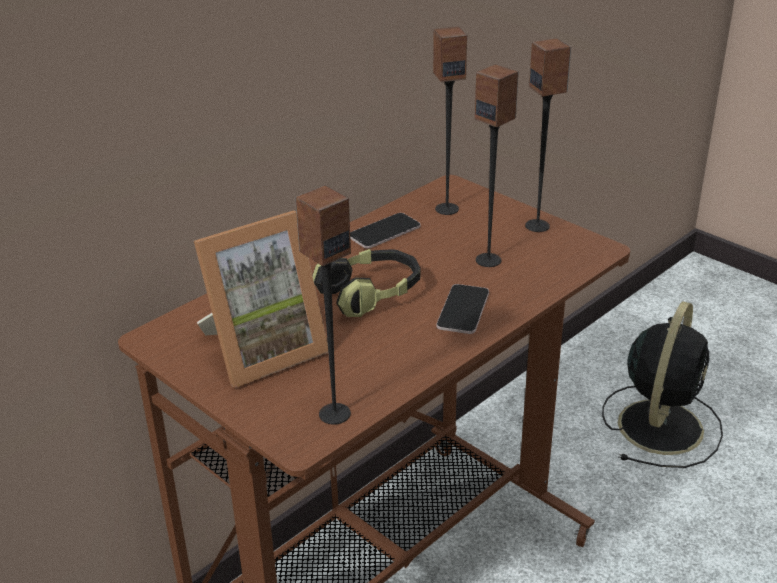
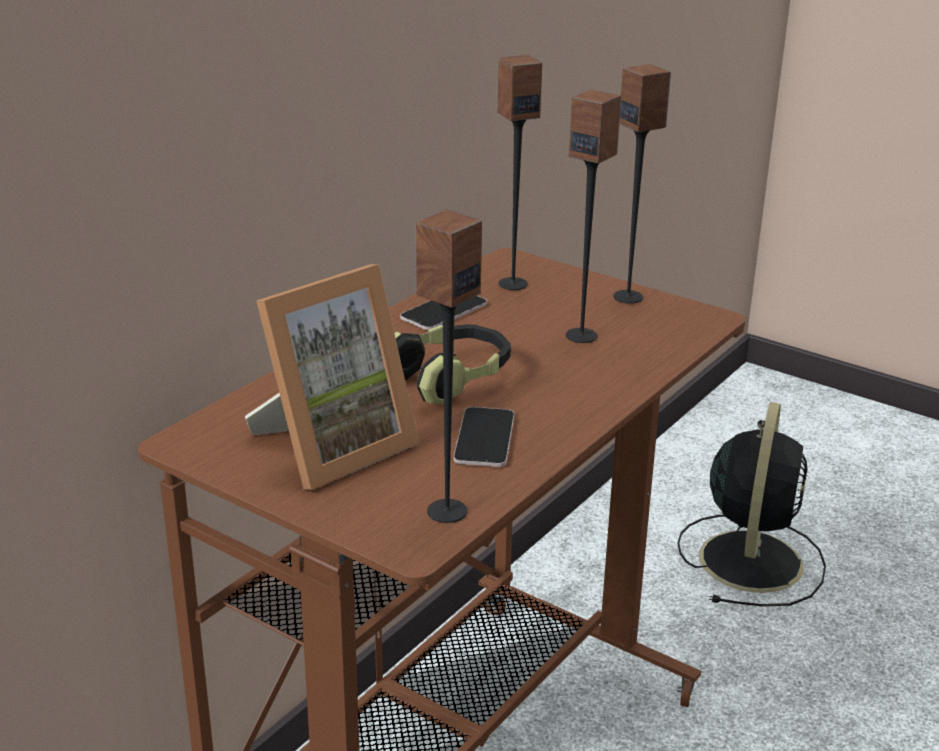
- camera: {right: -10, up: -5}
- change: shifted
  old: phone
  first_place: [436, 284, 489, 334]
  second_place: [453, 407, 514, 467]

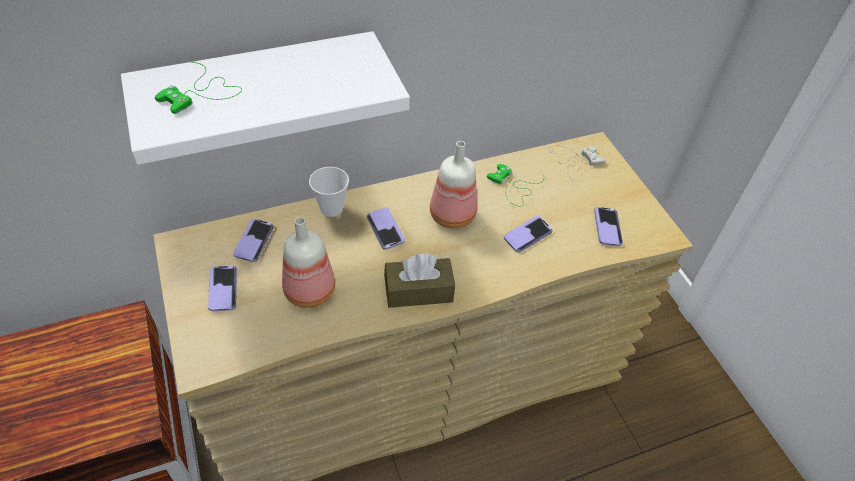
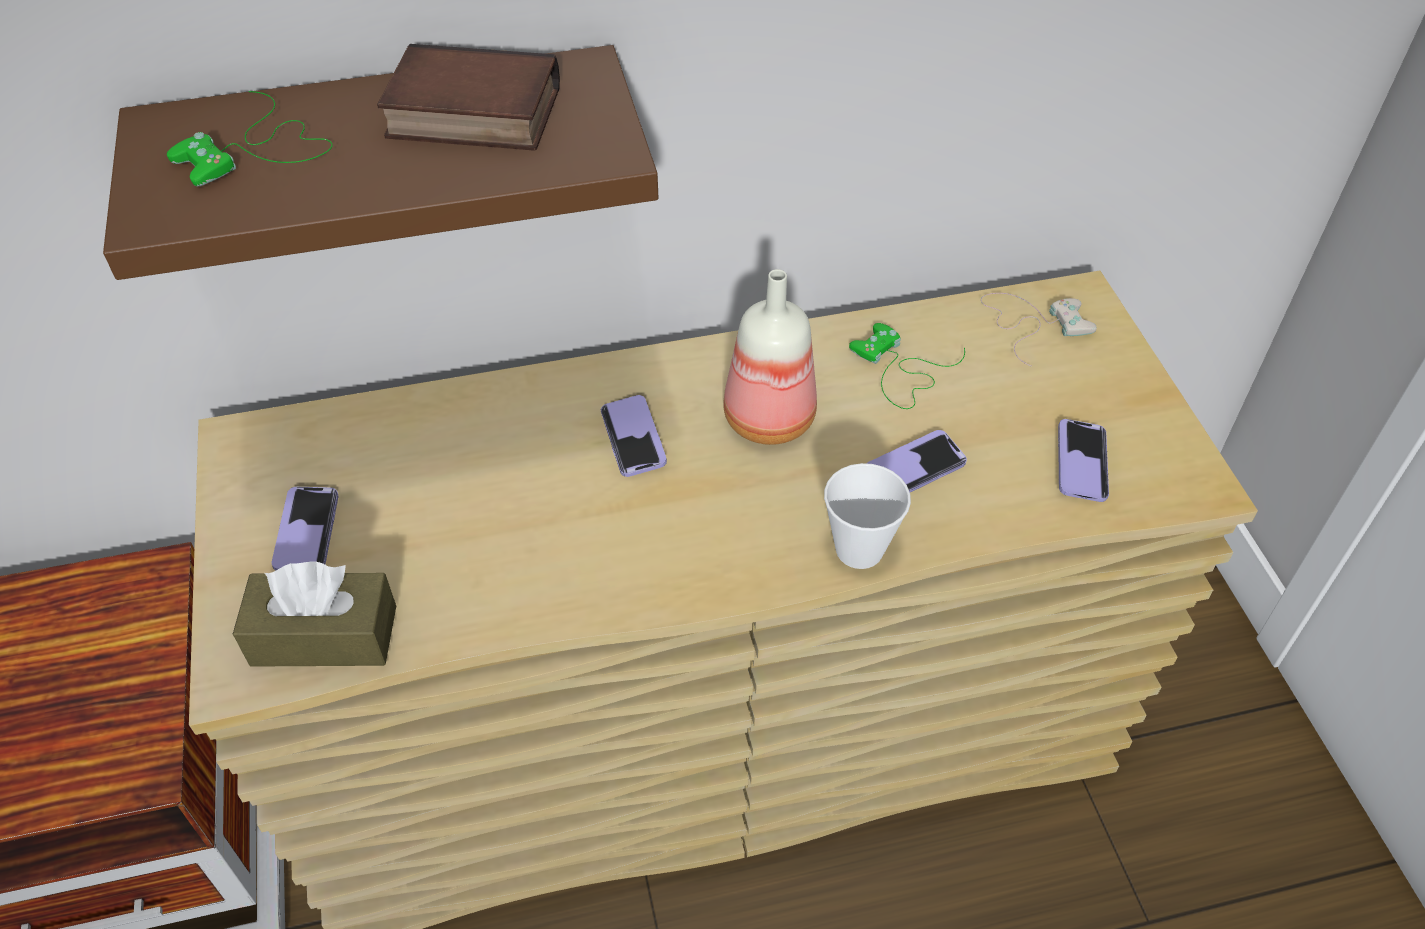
- camera: {right: 10, up: 0}
- change: repainted
  old: shelf (white)
  new: shelf (brown)
  first_place: [121, 31, 410, 165]
  second_place: [103, 45, 658, 280]
- change: gone
  old: phone
  first_place: [233, 219, 274, 262]
- change: gone
  old: bottle
  first_place: [282, 217, 335, 308]
- change: shifted
  old: cup
  first_place: [309, 167, 349, 217]
  second_place: [824, 463, 911, 569]
- change: shifted
  old: tissue box (brown)
  first_place: [384, 253, 455, 308]
  second_place: [233, 562, 396, 667]
- change: new
  new: book
  second_place: [377, 44, 560, 151]

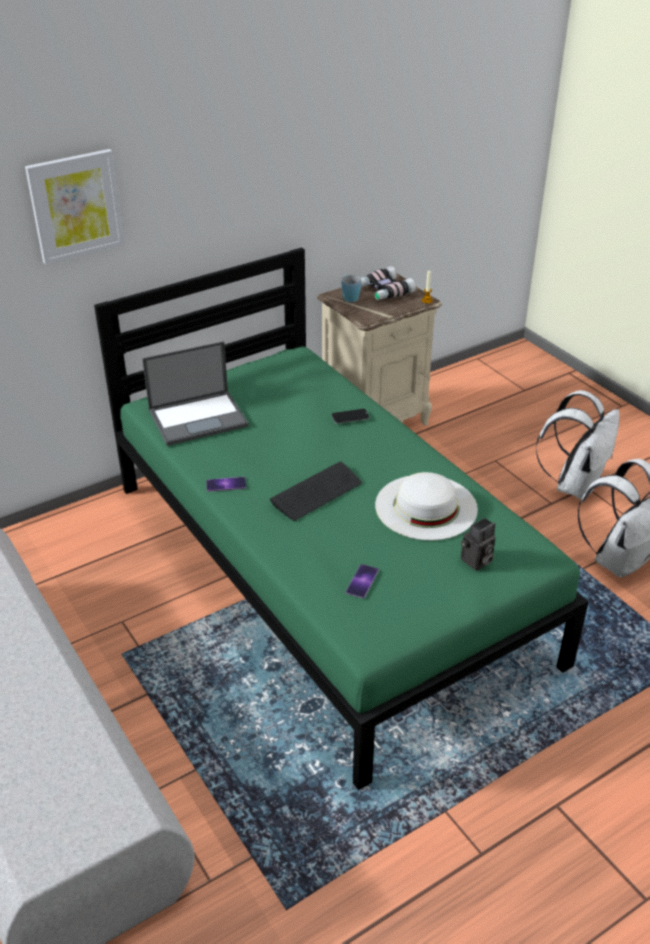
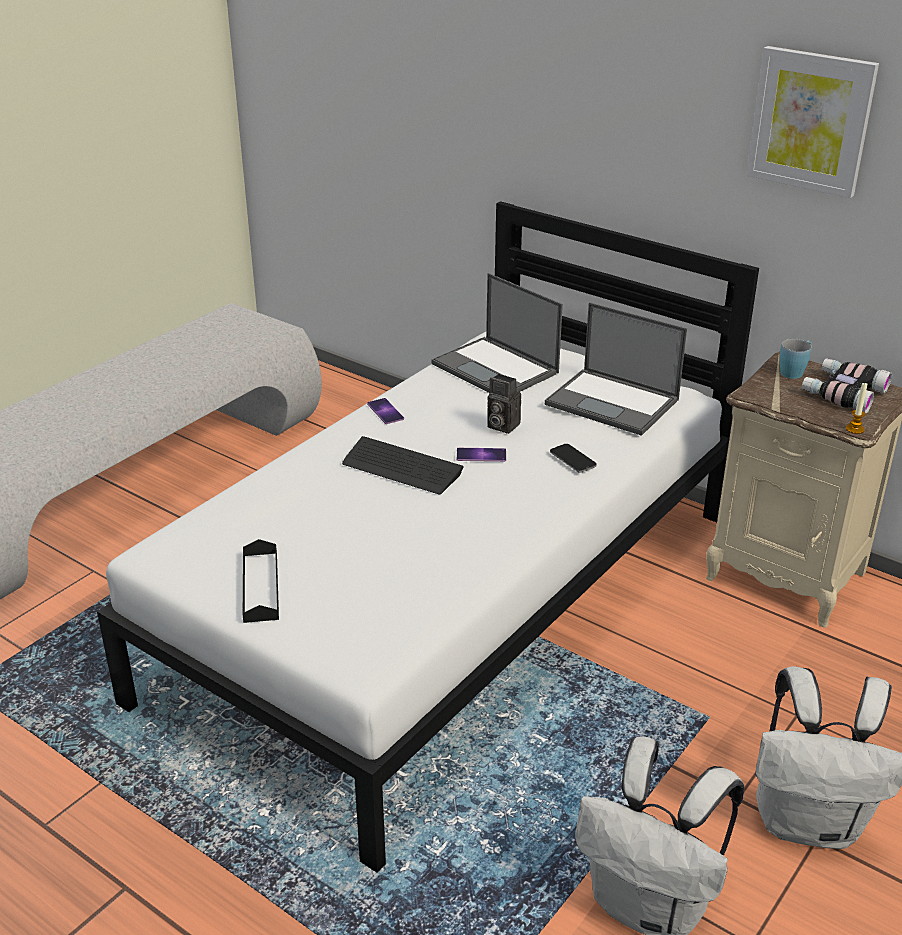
- camera: {right: 70, up: -5}
- change: shifted
  old: picture
  first_place: [25, 149, 125, 265]
  second_place: [746, 46, 879, 198]
- change: repainted
  old: bed (green)
  new: bed (white)
  first_place: [94, 247, 589, 790]
  second_place: [97, 201, 759, 873]
- change: shifted
  old: phone
  first_place: [346, 564, 379, 598]
  second_place: [457, 448, 506, 462]
- change: gone
  old: hat (white)
  first_place: [375, 472, 478, 541]
- change: shifted
  old: photo camera
  first_place: [461, 518, 495, 571]
  second_place: [487, 374, 521, 434]
- change: new
  new: tray (black)
  second_place: [242, 539, 279, 623]
- change: new
  new: laptop
  second_place: [545, 302, 687, 436]

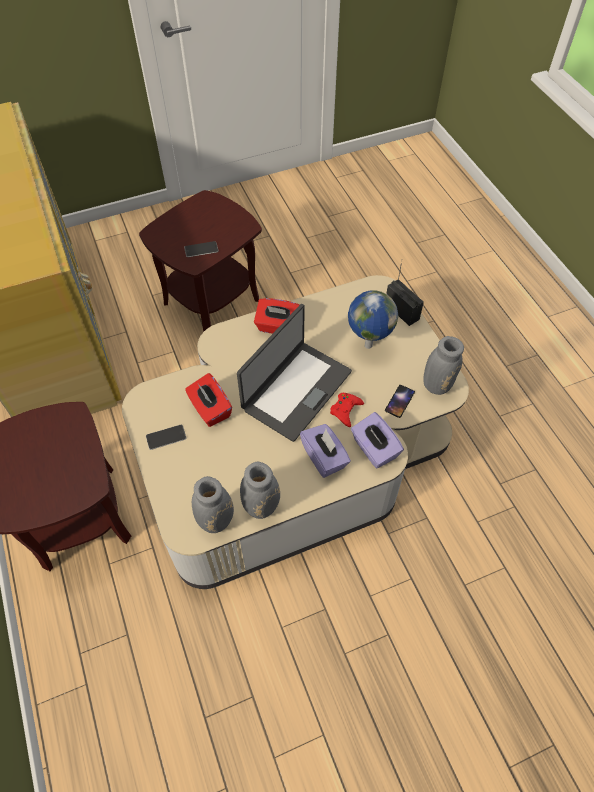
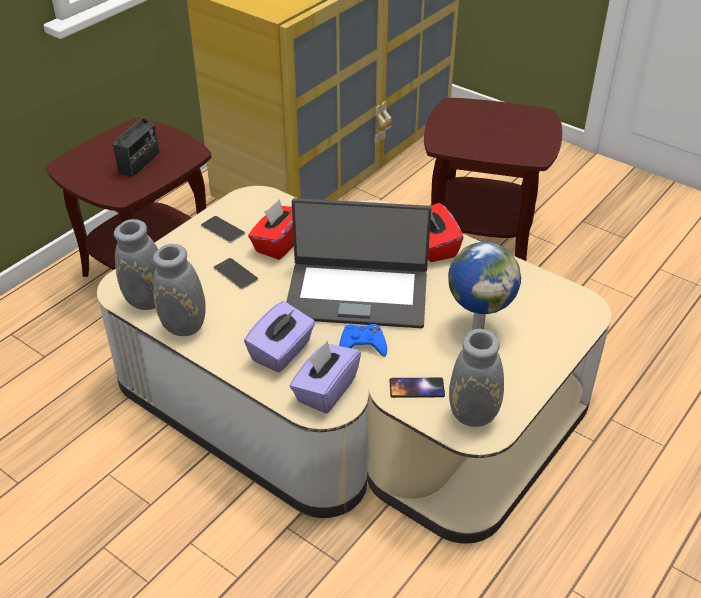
- camera: {right: 60, up: -15}
- change: shifted
  old: phone
  first_place: [184, 241, 218, 257]
  second_place: [213, 258, 259, 289]
- change: repainted
  old: game controller (red)
  new: game controller (blue)
  first_place: [330, 393, 364, 427]
  second_place: [339, 324, 387, 357]
- change: shifted
  old: radio
  first_place: [386, 262, 424, 326]
  second_place: [113, 91, 160, 177]

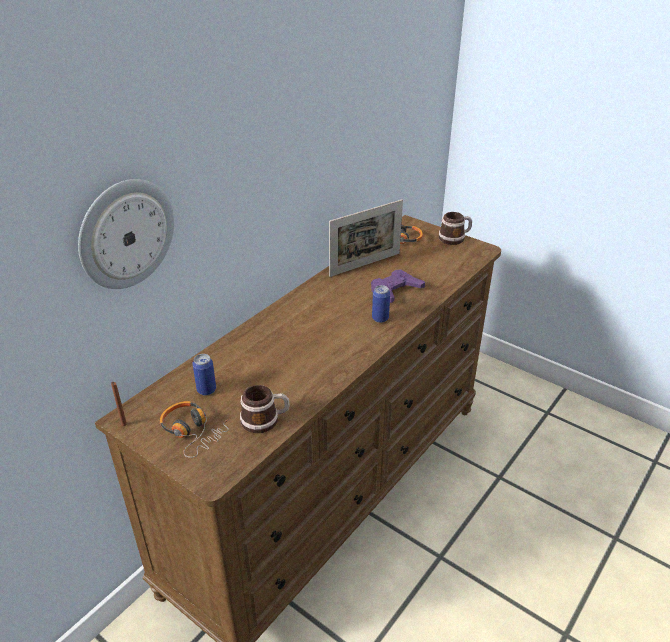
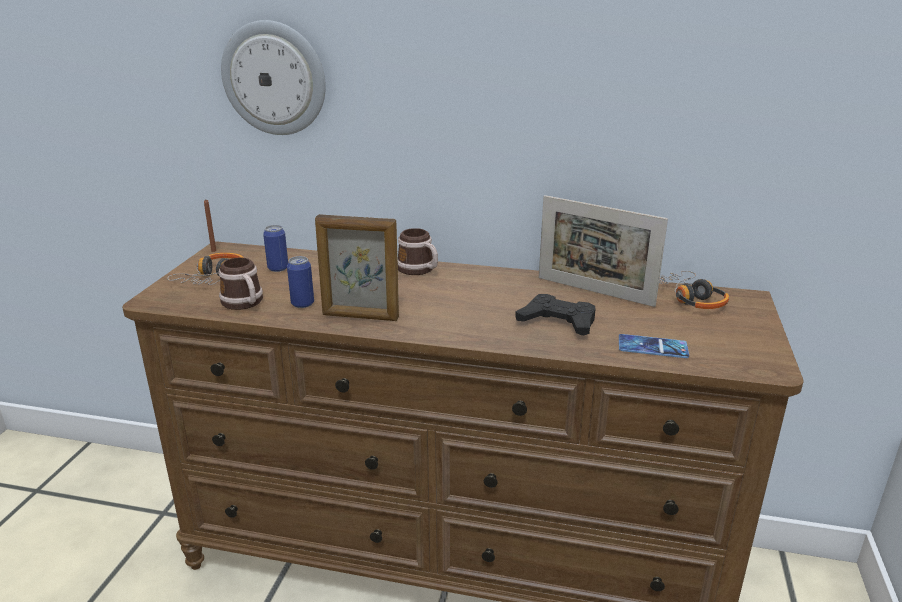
- camera: {right: 65, up: -10}
- change: repainted
  old: game controller (purple)
  new: game controller (black)
  first_place: [371, 269, 425, 303]
  second_place: [515, 294, 595, 336]
- change: shifted
  old: can
  first_place: [372, 285, 390, 323]
  second_place: [287, 256, 314, 308]
- change: shifted
  old: mug
  first_place: [439, 212, 472, 245]
  second_place: [397, 228, 438, 275]
- change: new
  new: picture frame
  second_place: [315, 214, 399, 321]
- change: new
  new: phone
  second_place: [619, 334, 689, 358]

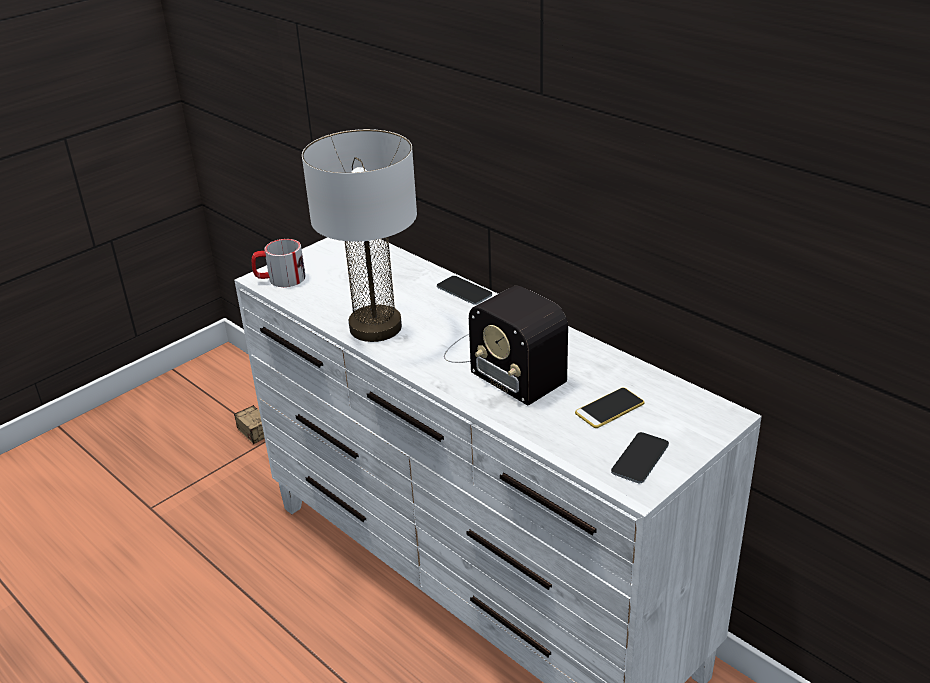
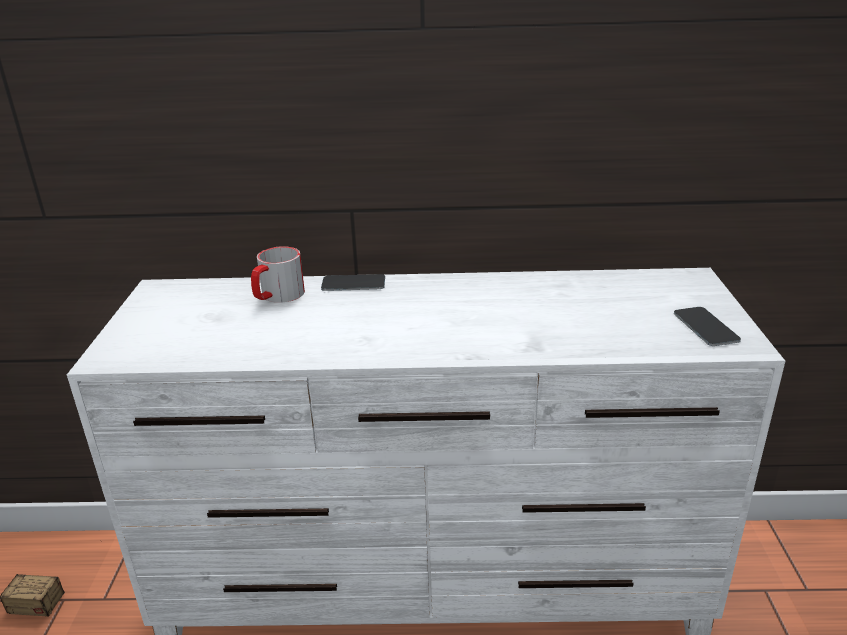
- camera: {right: -45, up: -5}
- change: shifted
  old: mug
  first_place: [252, 239, 305, 287]
  second_place: [251, 246, 305, 303]
- change: gone
  old: table lamp
  first_place: [302, 129, 417, 342]
- change: gone
  old: radio
  first_place: [444, 286, 568, 406]
- change: gone
  old: phone
  first_place: [575, 388, 644, 428]

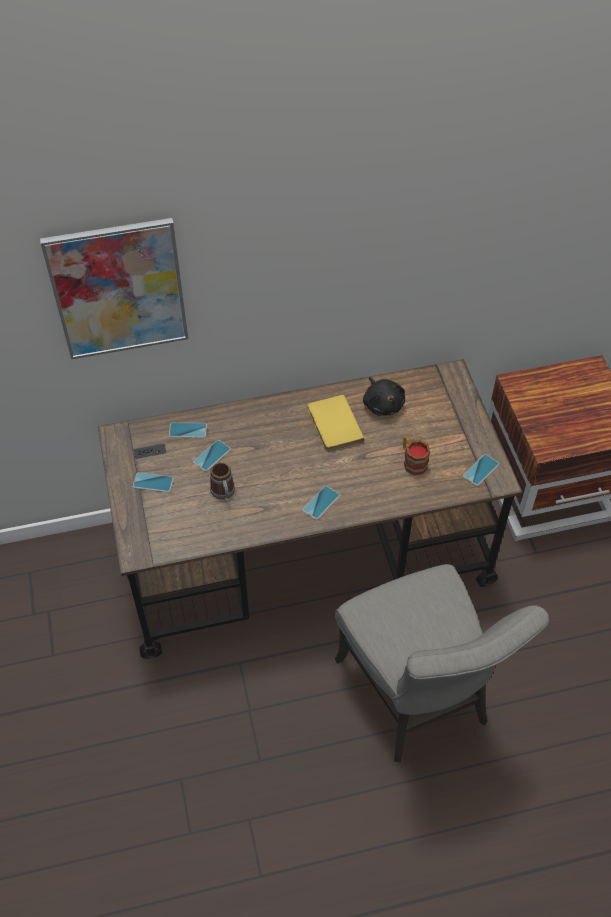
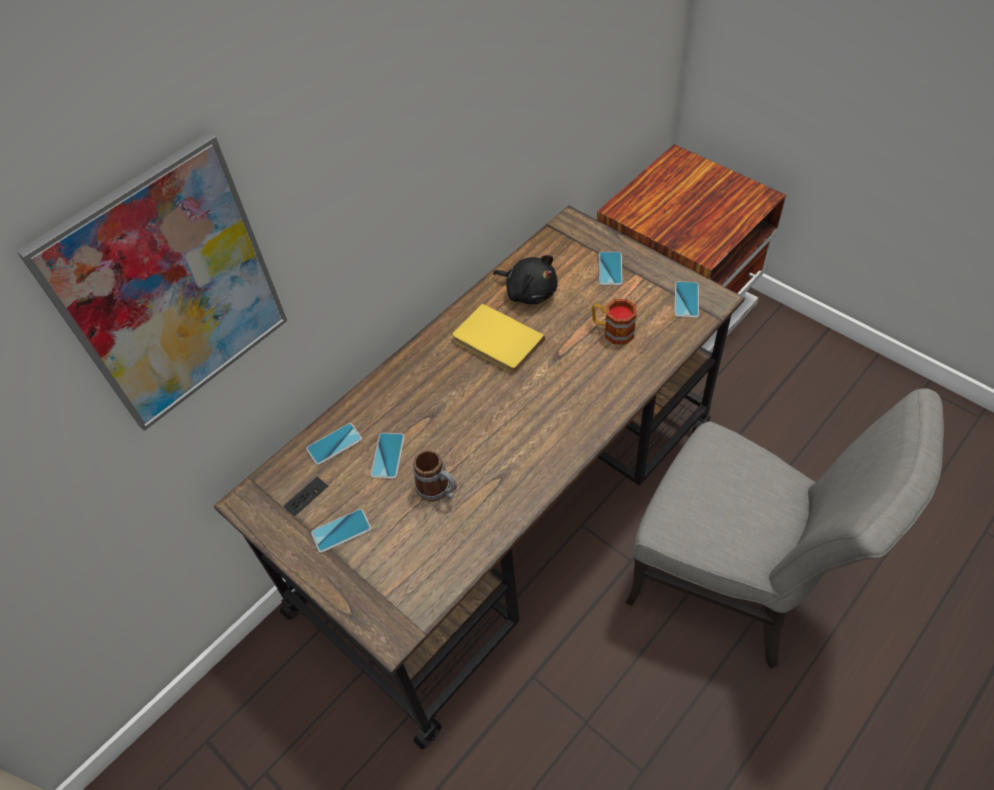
- camera: {right: -30, up: 0}
- change: shifted
  old: phone
  first_place: [302, 486, 340, 520]
  second_place: [599, 252, 623, 285]

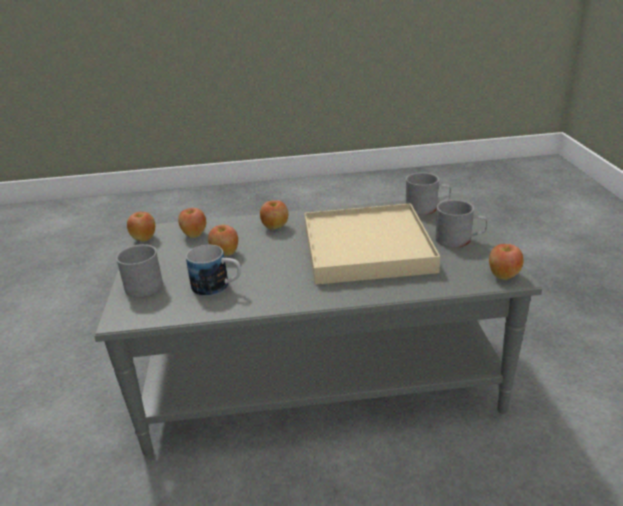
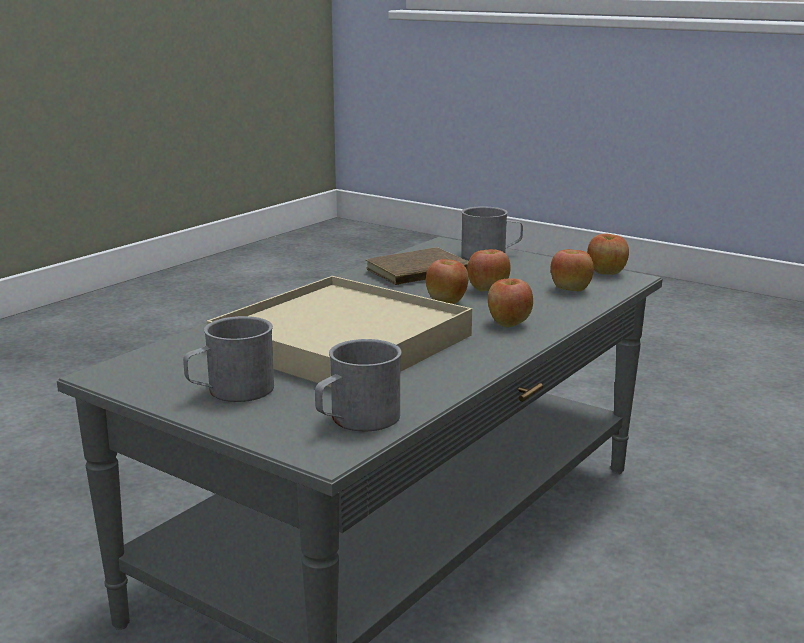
- camera: {right: 130, up: -10}
- change: swapped
  old: mug
  new: book (brown)
  first_place: [186, 245, 241, 297]
  second_place: [366, 247, 469, 285]
- change: shifted
  old: apple
  first_place: [489, 244, 524, 280]
  second_place: [426, 259, 469, 304]

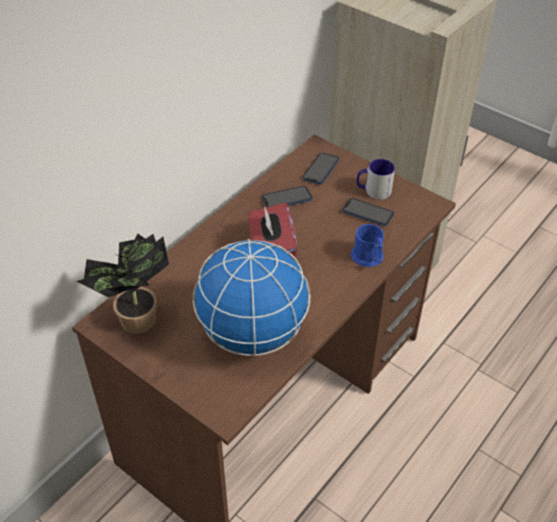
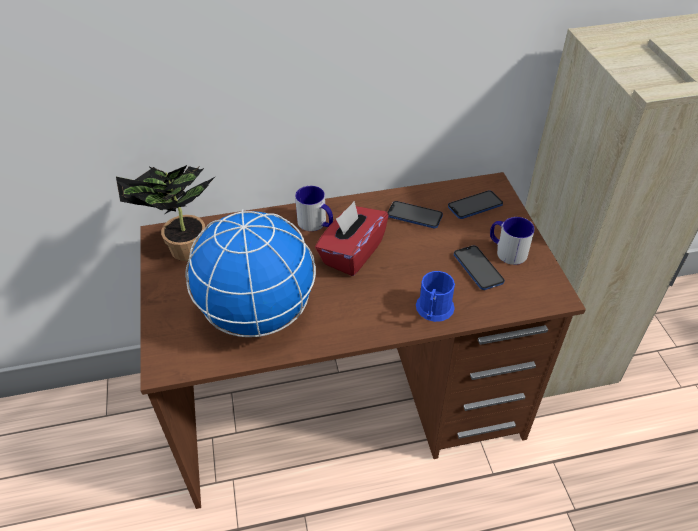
- camera: {right: 40, up: 0}
- change: new
  new: mug
  second_place: [295, 186, 333, 231]

